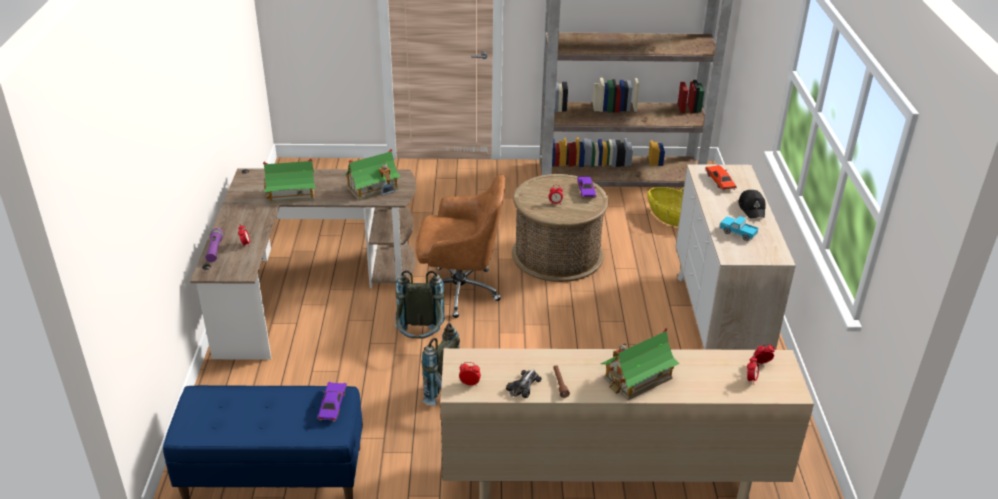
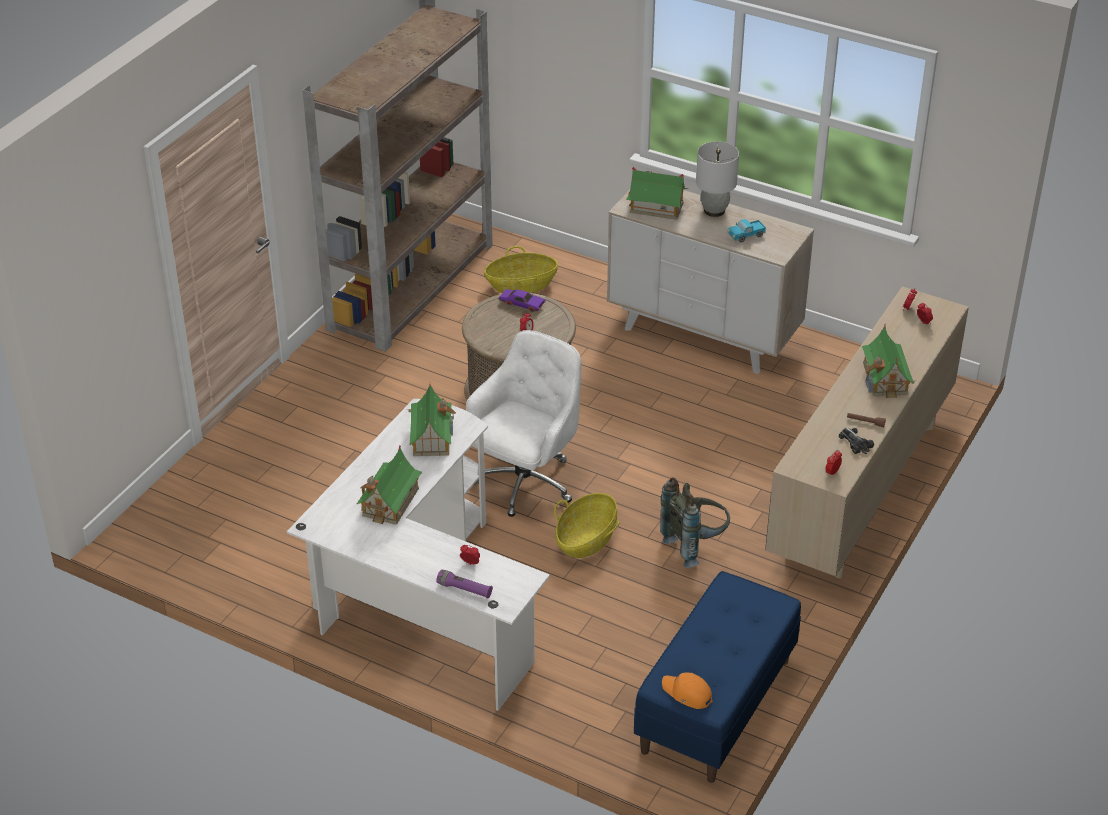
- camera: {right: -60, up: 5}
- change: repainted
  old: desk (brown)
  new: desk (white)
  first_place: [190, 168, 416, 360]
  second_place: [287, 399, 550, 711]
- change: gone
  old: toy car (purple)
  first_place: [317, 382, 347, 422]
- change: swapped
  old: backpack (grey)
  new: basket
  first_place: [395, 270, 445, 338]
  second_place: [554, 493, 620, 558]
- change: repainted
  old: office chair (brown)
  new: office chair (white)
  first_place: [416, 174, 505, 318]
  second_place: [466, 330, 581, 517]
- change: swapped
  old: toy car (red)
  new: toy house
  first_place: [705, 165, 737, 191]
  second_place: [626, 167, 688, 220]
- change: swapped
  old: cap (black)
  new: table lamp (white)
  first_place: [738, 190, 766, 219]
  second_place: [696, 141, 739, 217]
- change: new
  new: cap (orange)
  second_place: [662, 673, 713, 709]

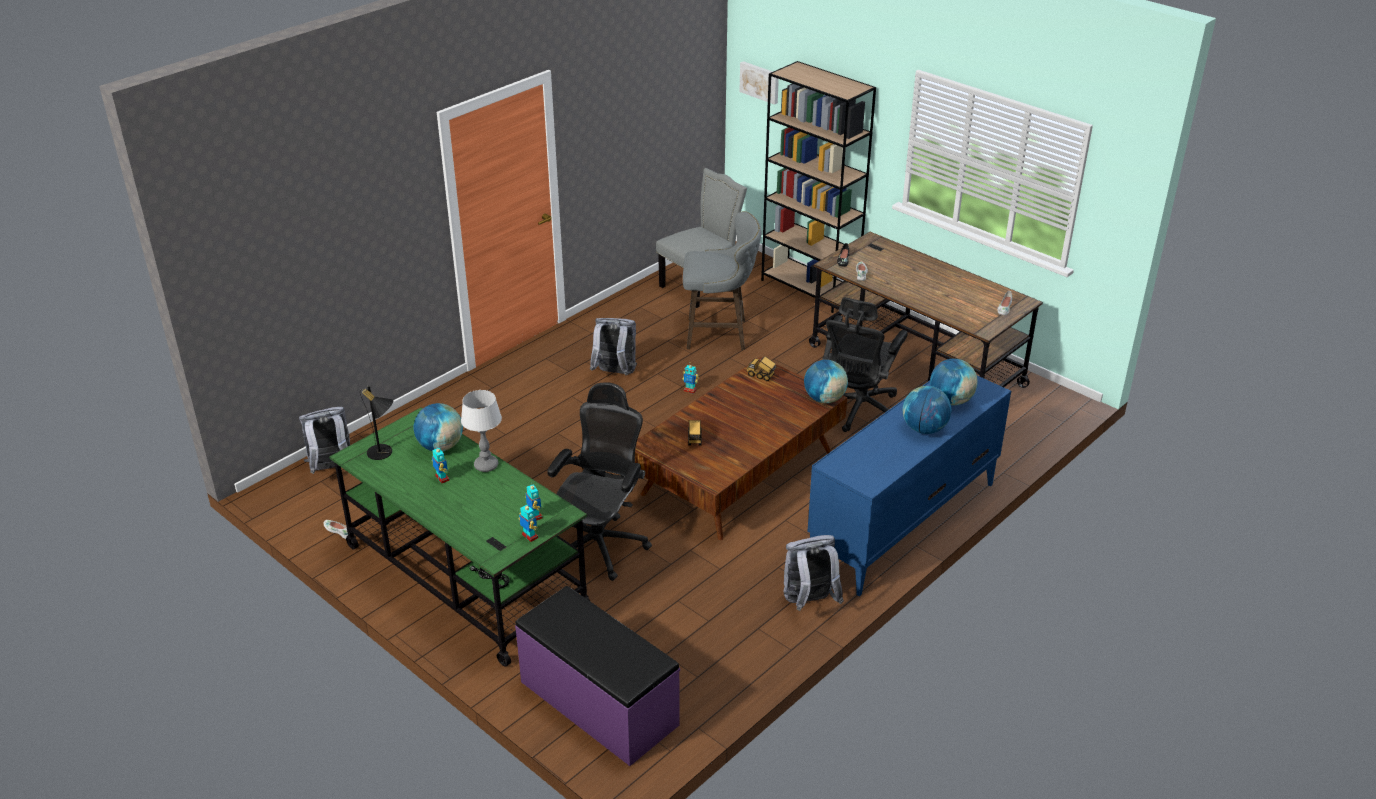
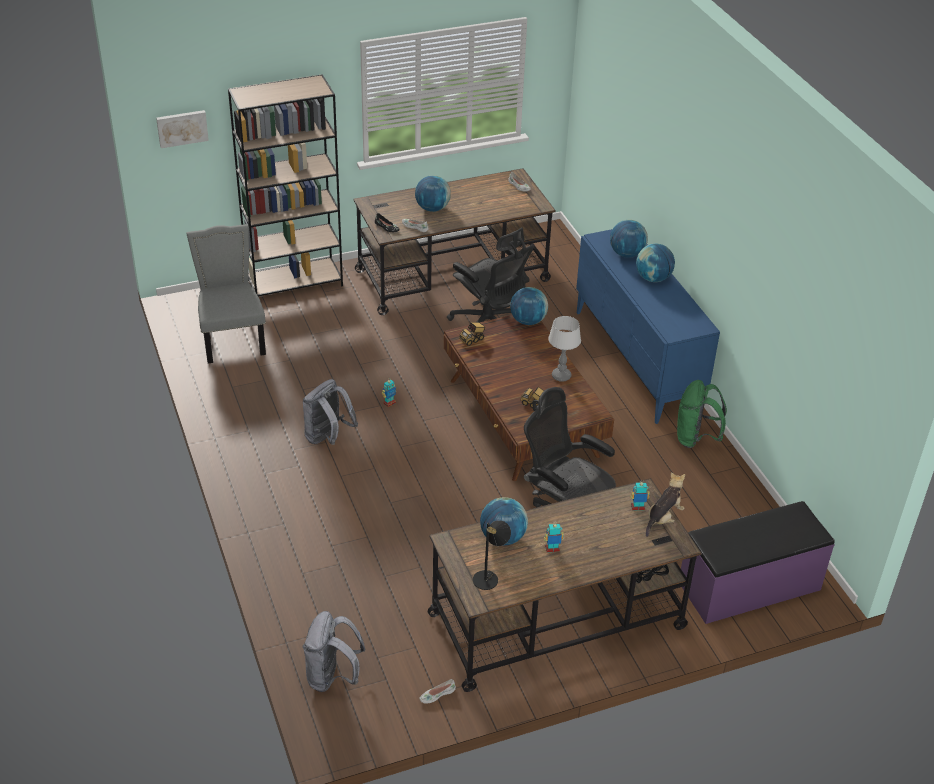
- camera: {right: -65, up: 5}
- change: repainted
  old: desk (green)
  new: desk (brown)
  first_place: [329, 407, 590, 667]
  second_place: [428, 478, 701, 692]
- change: shifted
  old: table lamp
  first_place: [461, 390, 502, 472]
  second_place: [548, 316, 581, 382]
- change: swapped
  old: toy robot
  new: plush toy
  first_place: [519, 503, 538, 542]
  second_place: [646, 472, 685, 537]
- change: gone
  old: stool (grey)
  first_place: [683, 211, 761, 350]
- change: repainted
  old: backpack (grey)
  new: backpack (green)
  first_place: [784, 535, 844, 611]
  second_place: [677, 380, 727, 448]
- change: new
  new: globe
  second_place: [415, 175, 451, 212]

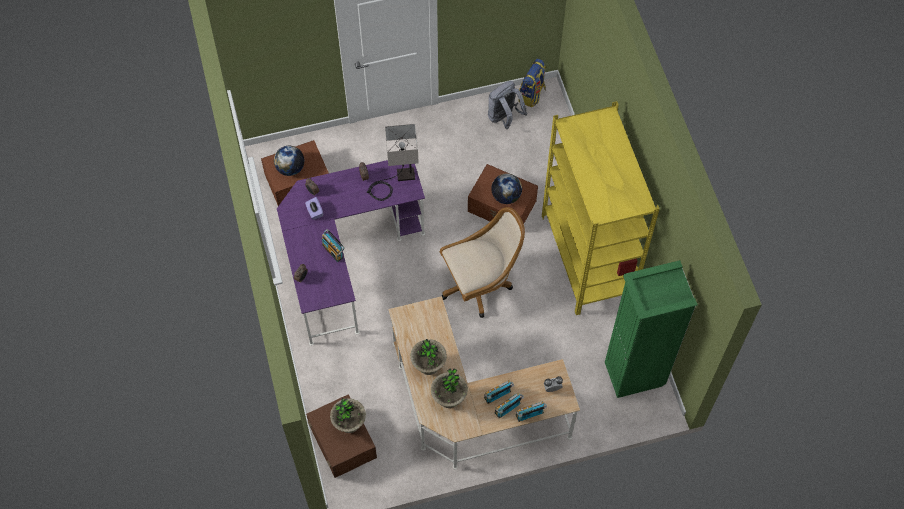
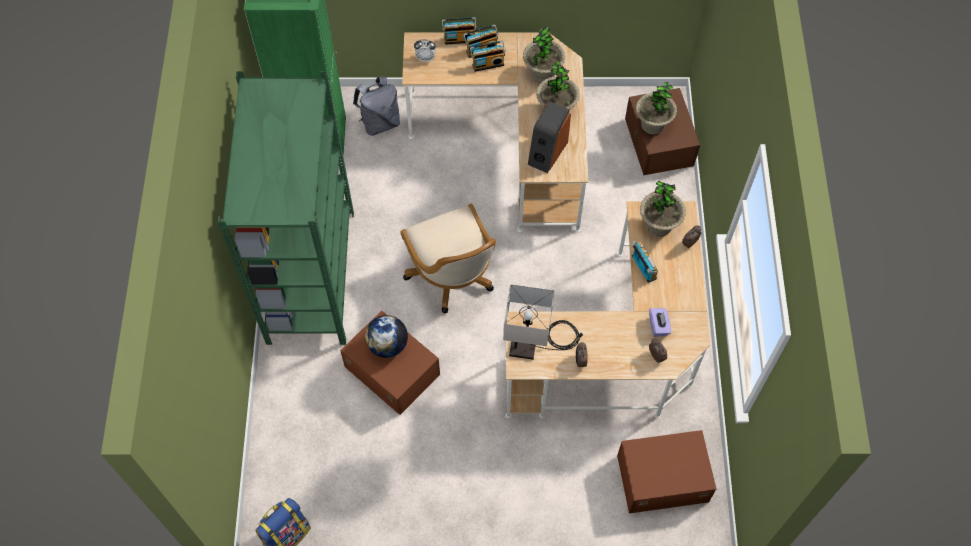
- camera: {right: -165, up: 0}
- change: gone
  old: globe
  first_place: [274, 146, 304, 176]
- change: repainted
  old: desk (purple)
  new: desk (beige)
  first_place: [277, 160, 425, 346]
  second_place: [505, 201, 711, 418]
- change: rotated
  old: office chair
  first_place: [440, 207, 525, 318]
  second_place: [401, 204, 496, 313]
  degrees: -105
- change: shifted
  old: backpack (grey)
  first_place: [488, 81, 527, 129]
  second_place: [353, 76, 400, 136]
- change: repainted
  old: bookcase (yellow)
  new: bookcase (green)
  first_place: [542, 101, 660, 315]
  second_place: [218, 71, 354, 345]
- change: new
  new: speaker
  second_place: [528, 101, 571, 173]
- change: new
  new: potted plant
  second_place: [640, 181, 686, 237]

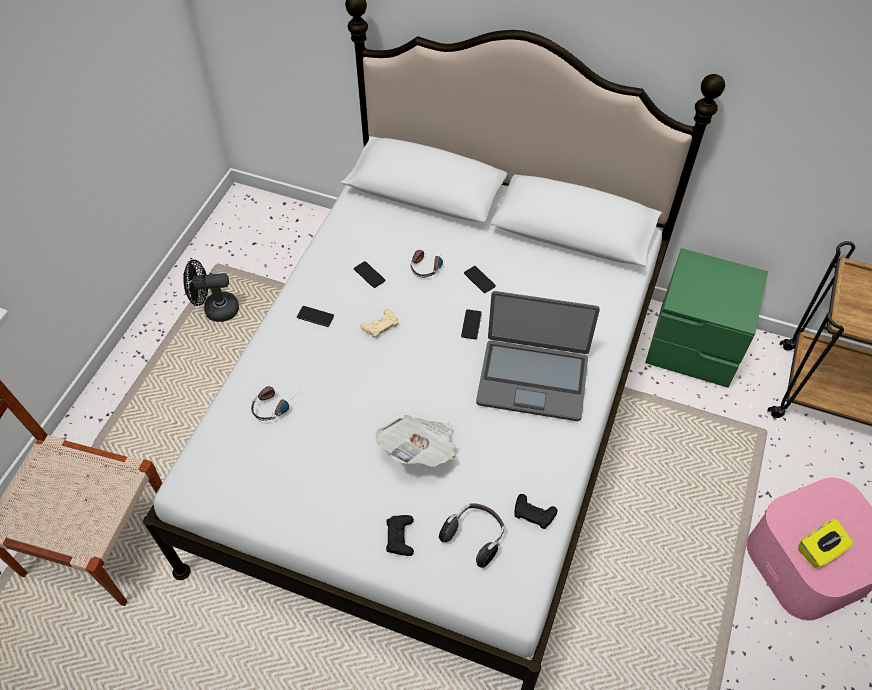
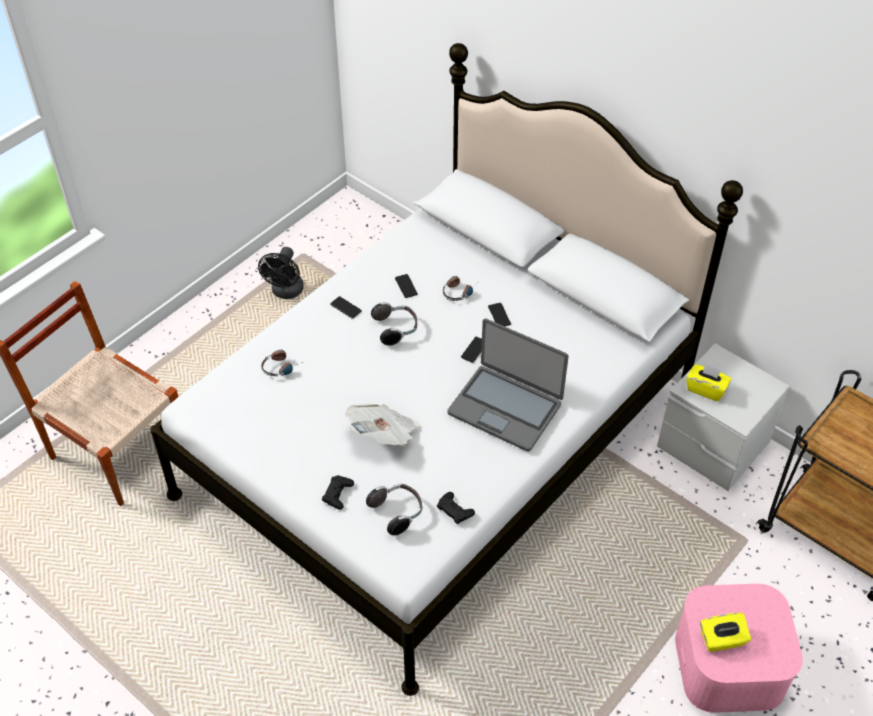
- camera: {right: 20, up: -5}
- change: rotated
  old: fan (black)
  first_place: [183, 260, 239, 322]
  second_place: [258, 247, 304, 299]
  degrees: -90
- change: swapped
  old: game controller (beige)
  new: headphones
  first_place: [360, 309, 398, 338]
  second_place: [371, 302, 417, 346]
- change: repainted
  old: nightstand (green)
  new: nightstand (white)
  first_place: [645, 248, 768, 388]
  second_place: [657, 343, 790, 491]
- change: new
  new: tissue box (yellow)
  second_place: [686, 363, 731, 401]

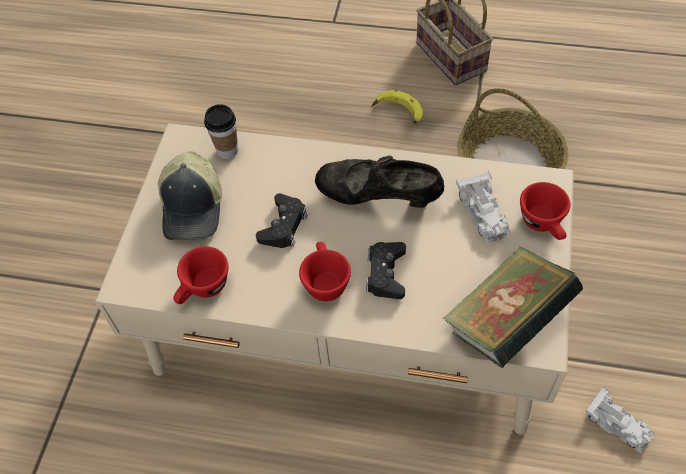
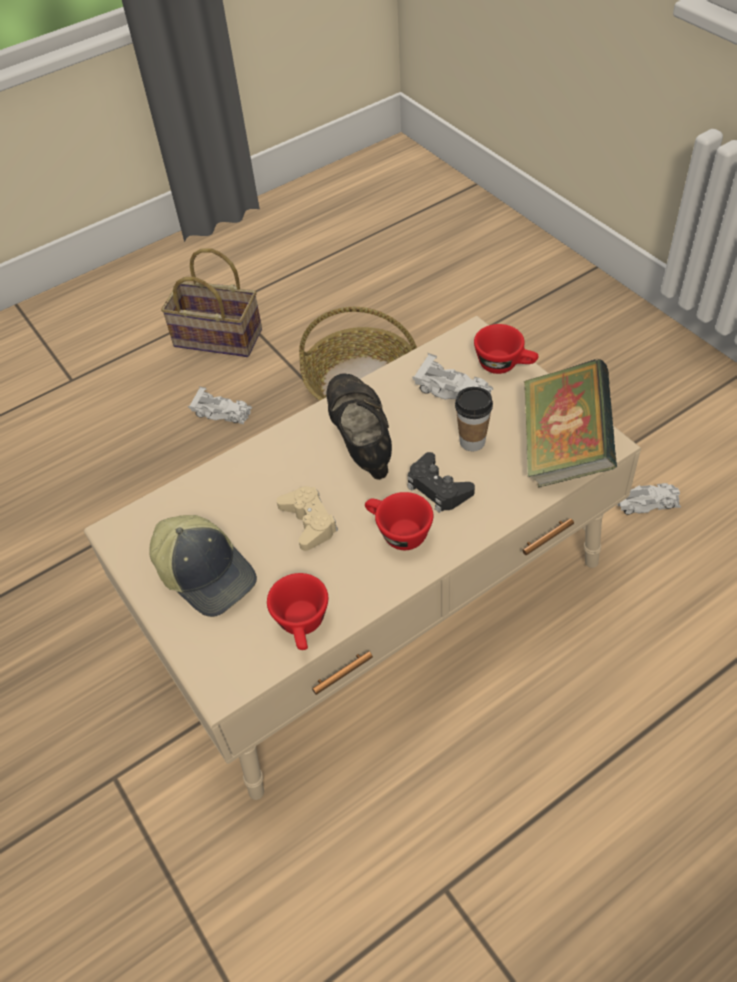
- camera: {right: -45, up: -5}
- change: shifted
  old: cup
  first_place: [204, 104, 238, 159]
  second_place: [455, 387, 493, 451]
- change: repainted
  old: game controller (black)
  new: game controller (beige)
  first_place: [256, 193, 308, 248]
  second_place: [276, 486, 338, 551]
- change: rotated
  old: shoe (black)
  first_place: [315, 156, 444, 208]
  second_place: [326, 373, 392, 480]
  degrees: 105
- change: swapped
  old: banana
  new: toy car (white)
  first_place: [371, 90, 423, 124]
  second_place: [188, 386, 252, 424]

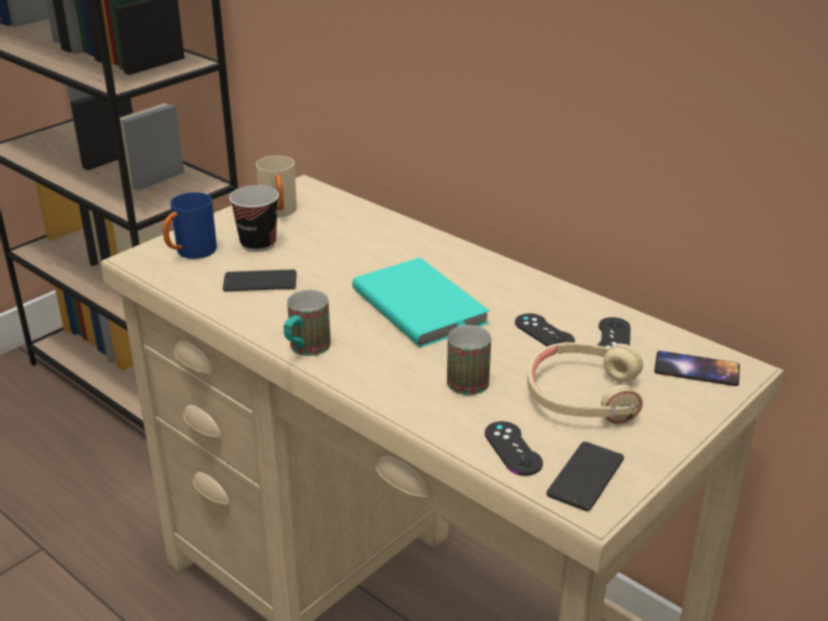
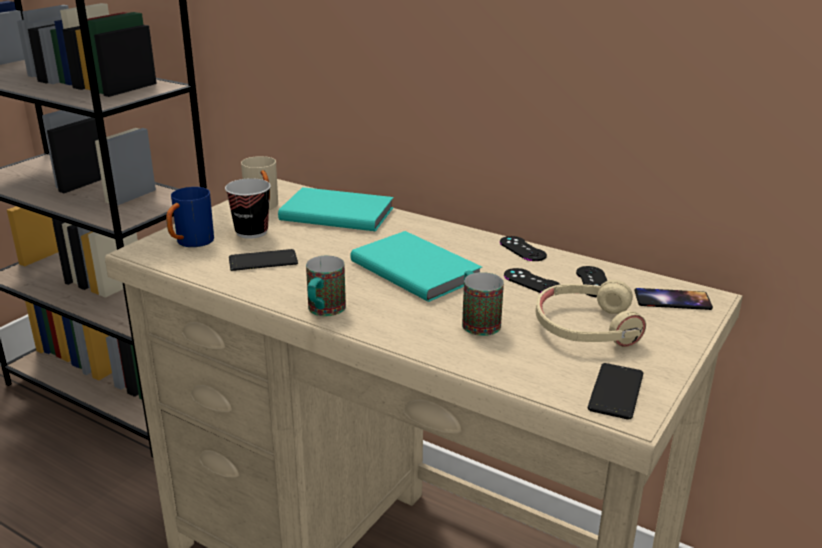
- camera: {right: -10, up: -5}
- change: shifted
  old: game controller (black)
  first_place: [485, 421, 543, 476]
  second_place: [500, 236, 547, 261]
- change: new
  new: book (turquoise)
  second_place: [278, 187, 394, 231]

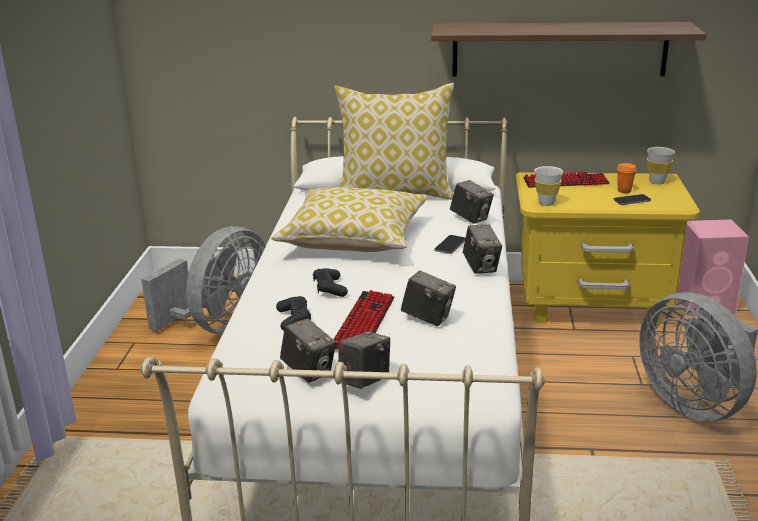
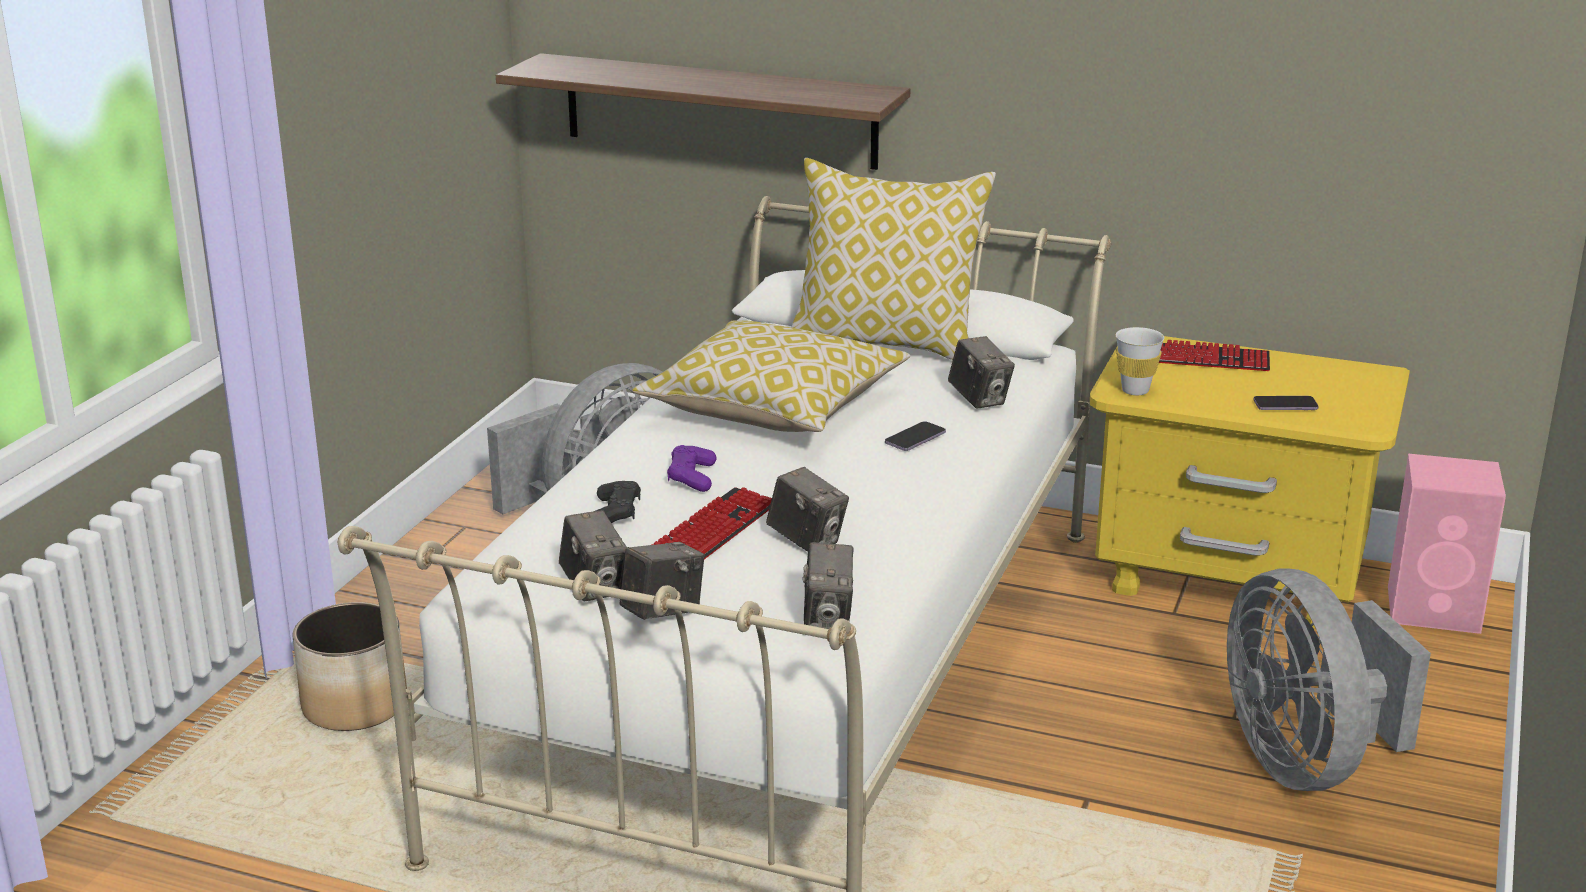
- camera: {right: 15, up: 0}
- change: repainted
  old: game controller (black)
  new: game controller (purple)
  first_place: [313, 268, 348, 297]
  second_place: [667, 445, 716, 492]
- change: shifted
  old: shelf
  first_place: [431, 22, 706, 76]
  second_place: [496, 53, 910, 170]
- change: shifted
  old: photo camera
  first_place: [463, 225, 502, 274]
  second_place: [802, 542, 854, 629]
- change: gone
  old: cup (orange)
  first_place: [617, 163, 637, 193]
- change: gone
  old: cup (white)
  first_place: [647, 147, 675, 184]
- change: new
  new: planter
  second_place: [292, 602, 407, 731]

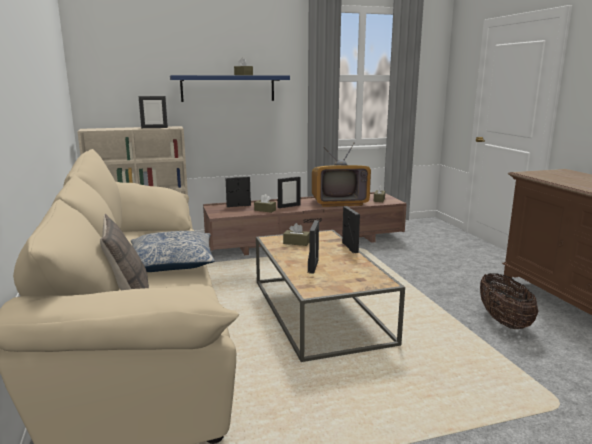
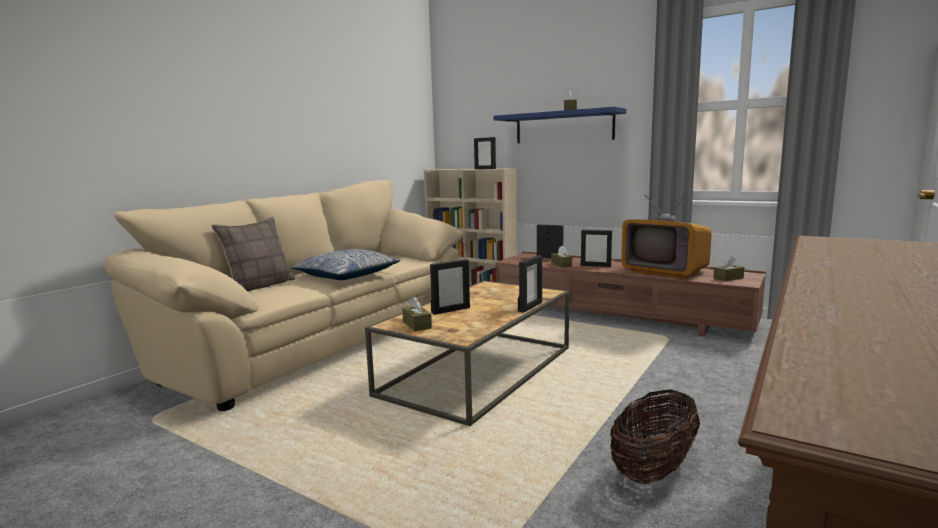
- camera: {right: 50, up: -5}
- change: shifted
  old: tissue box (brown)
  first_place: [283, 223, 310, 246]
  second_place: [402, 296, 432, 331]

